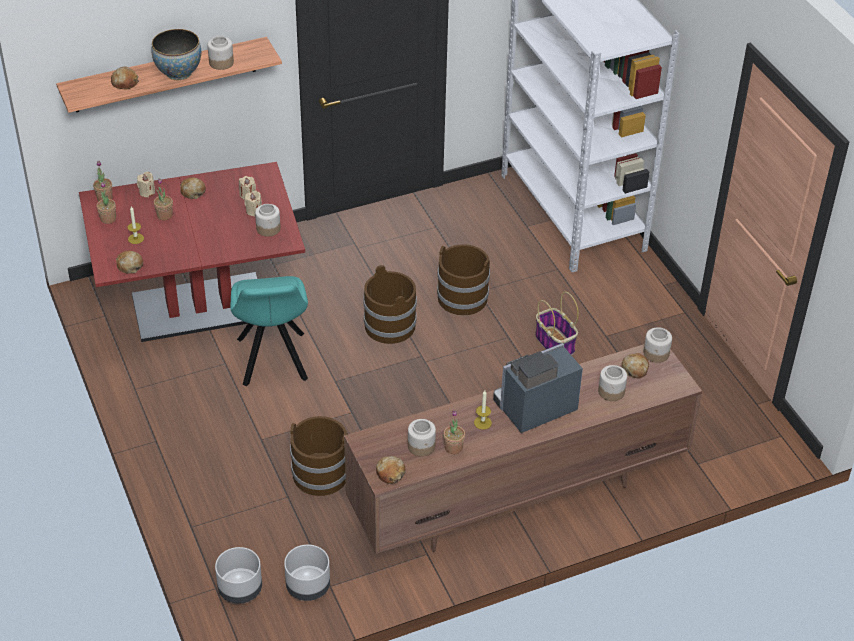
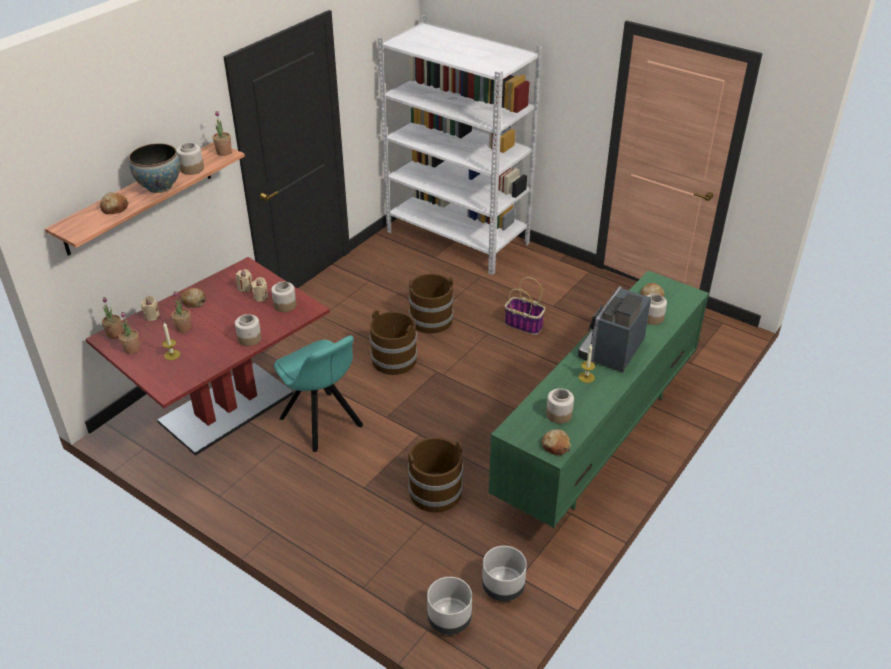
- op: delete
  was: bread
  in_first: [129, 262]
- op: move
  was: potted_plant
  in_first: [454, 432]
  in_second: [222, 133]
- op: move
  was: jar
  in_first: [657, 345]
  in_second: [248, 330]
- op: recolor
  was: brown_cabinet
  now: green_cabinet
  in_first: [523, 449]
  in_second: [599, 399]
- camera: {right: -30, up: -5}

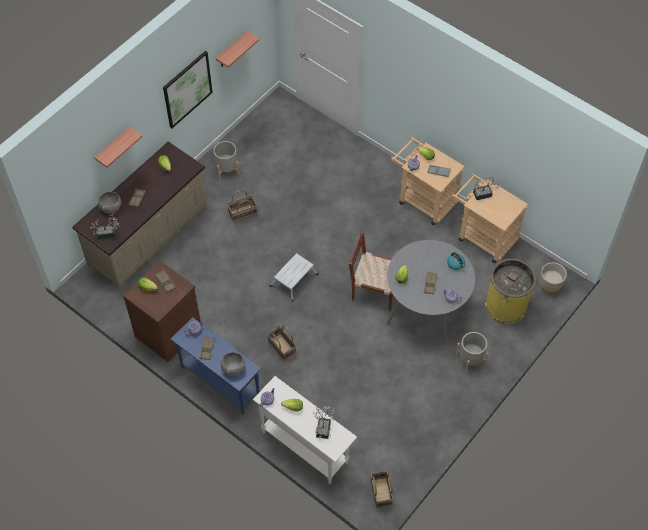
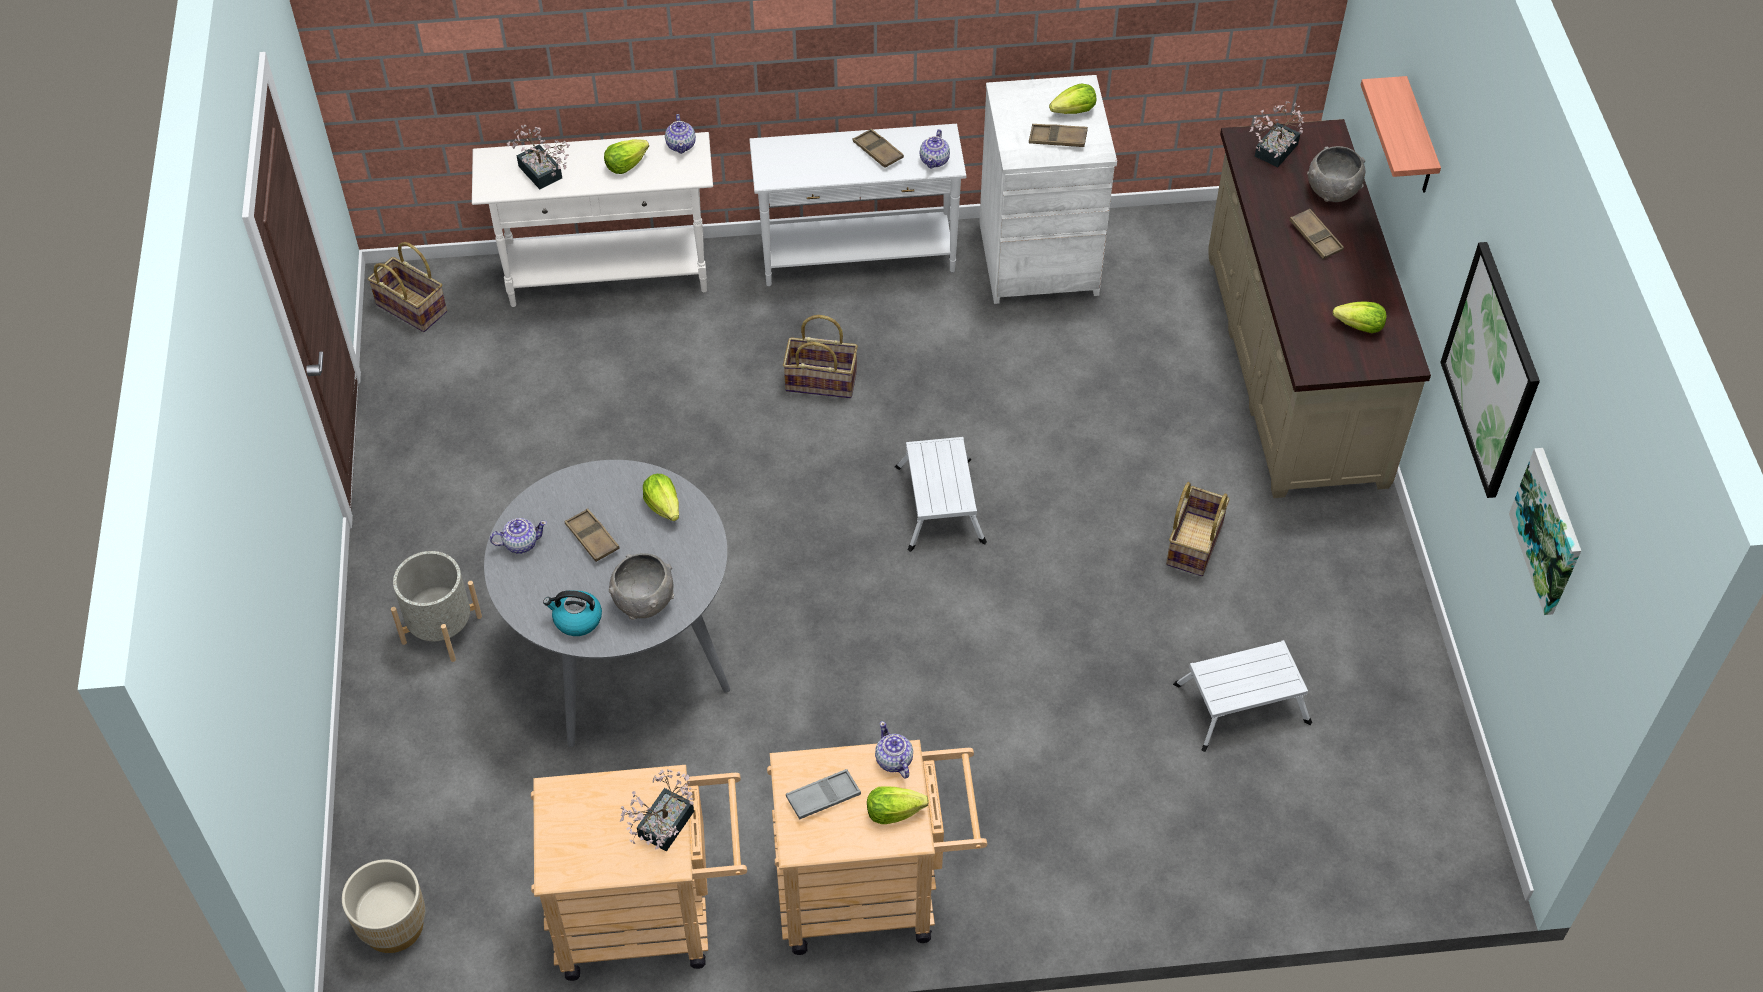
- op: delete
  was: grey_planter
  in_first: [226, 160]
- op: delete
  was: chair
  in_first: [371, 271]
- op: delete
  was: yellow_trash_can
  in_first: [510, 291]
- op: insert
  now: white_step_ladder
  in_second: [1242, 696]
- op: move
  was: grey_bowl
  in_first: [233, 363]
  in_second: [641, 586]
- op: replace
  was: shelf
  now: picture
  in_first: [237, 49]
  in_second: [1545, 531]
- op: recolor
  was: brown_dresser
  now: white_dresser
  in_first: [162, 311]
  in_second: [1048, 189]
- op: recolor
  was: blue_console_table
  now: white_console_table
  in_first: [215, 366]
  in_second: [857, 205]
- camera: {right: 135, up: -5}

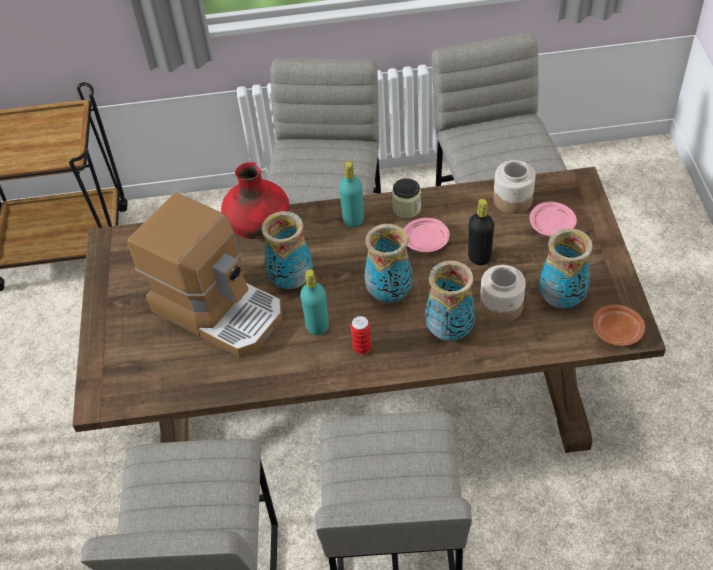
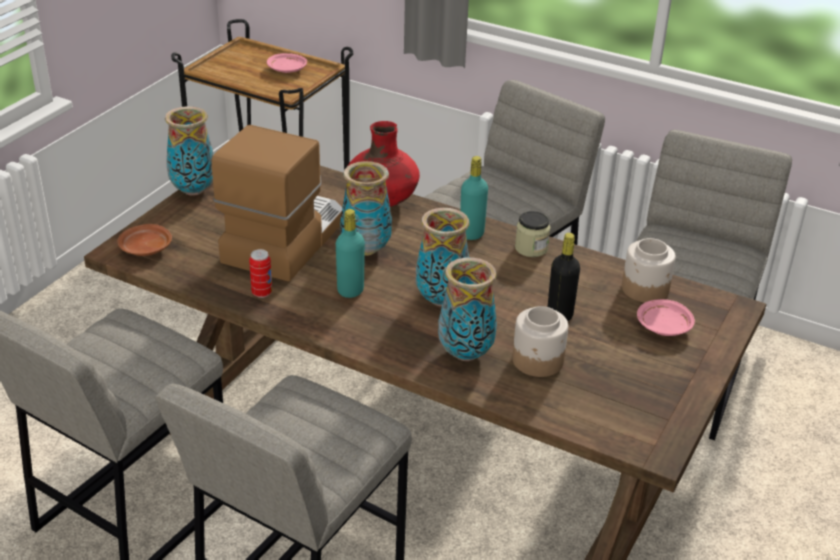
- op: move
  was: can
  in_first: [361, 335]
  in_second: [260, 273]
- op: move
  was: pink_plate
  in_first: [426, 235]
  in_second: [287, 63]
- op: move
  was: vase
  in_first: [566, 268]
  in_second: [189, 151]
- op: move
  was: brown_plate
  in_first: [619, 325]
  in_second: [144, 240]
- op: rotate
  was: coffee_machine
  in_first: [204, 275]
  in_second: [277, 203]
  clockwise: -135
- camera: {right: 30, up: -15}

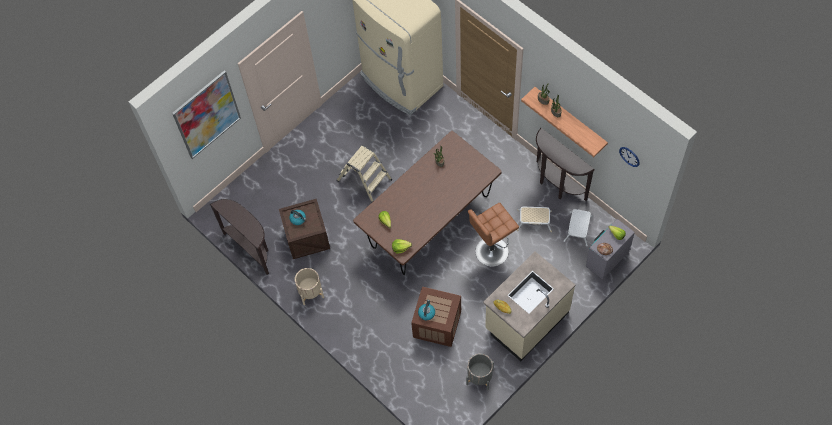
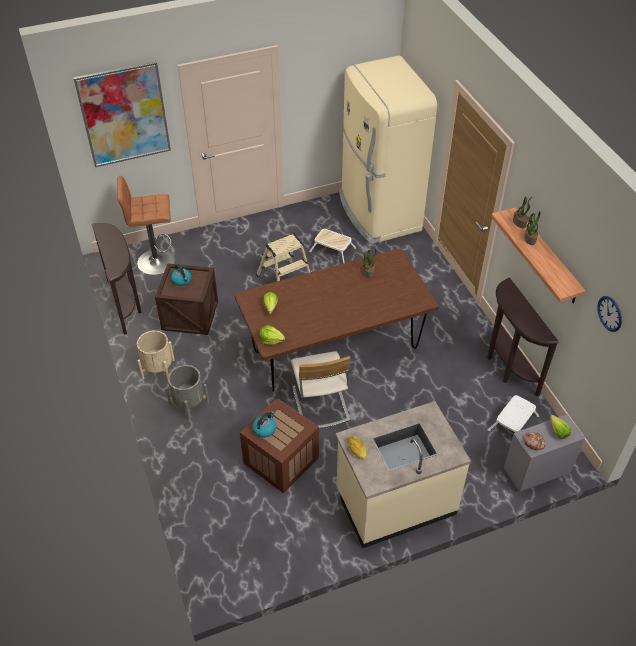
- op: insert
  now: beige_chair
  in_second: [320, 390]
- op: move
  was: grey_planter
  in_first: [480, 372]
  in_second: [187, 392]
- op: move
  was: brown_stool
  in_first: [493, 235]
  in_second: [146, 225]
- op: move
  was: beige_step_ladder
  in_first: [534, 219]
  in_second: [332, 246]
- camera: {right: 20, up: -15}

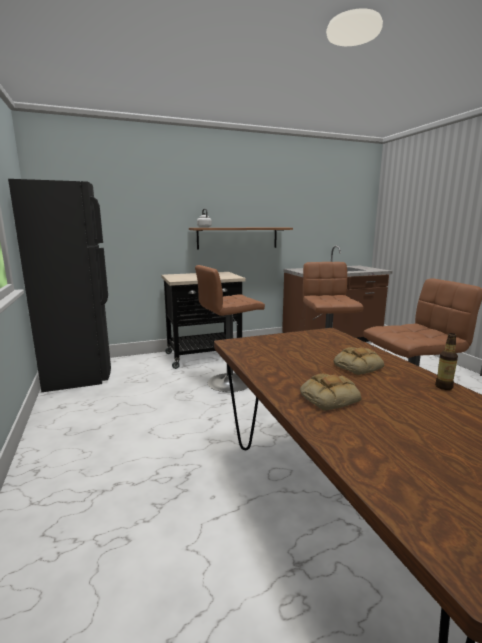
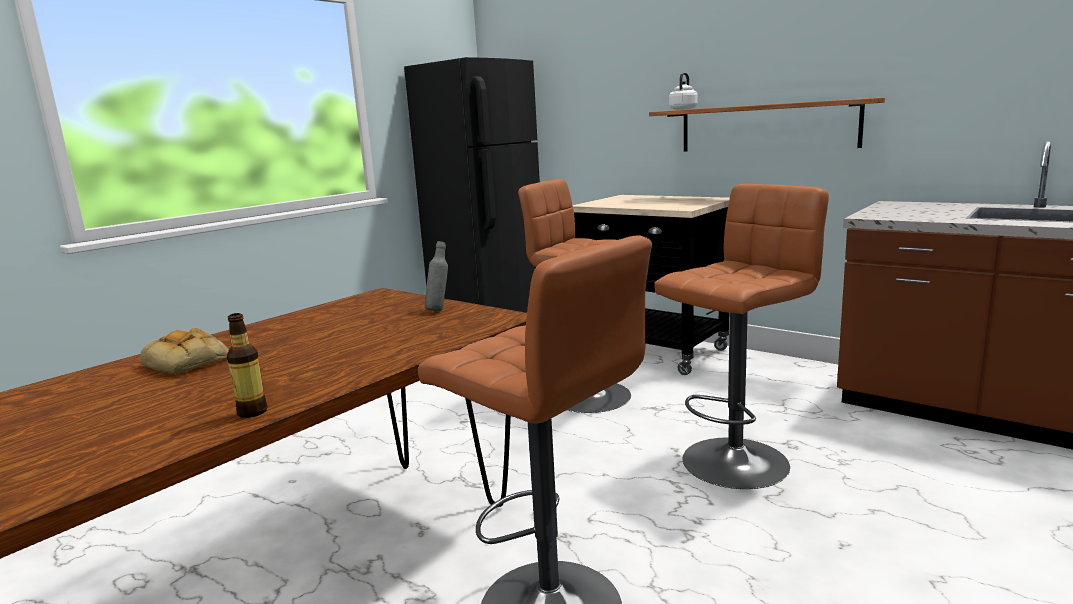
- op: delete
  was: bread
  in_first: [359, 361]
- op: insert
  now: grey_bottle
  in_second: [436, 276]
- camera: {right: 60, up: 0}

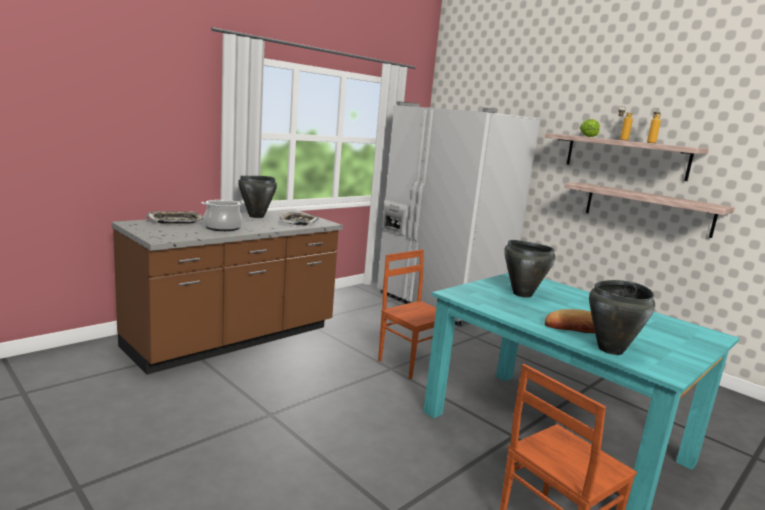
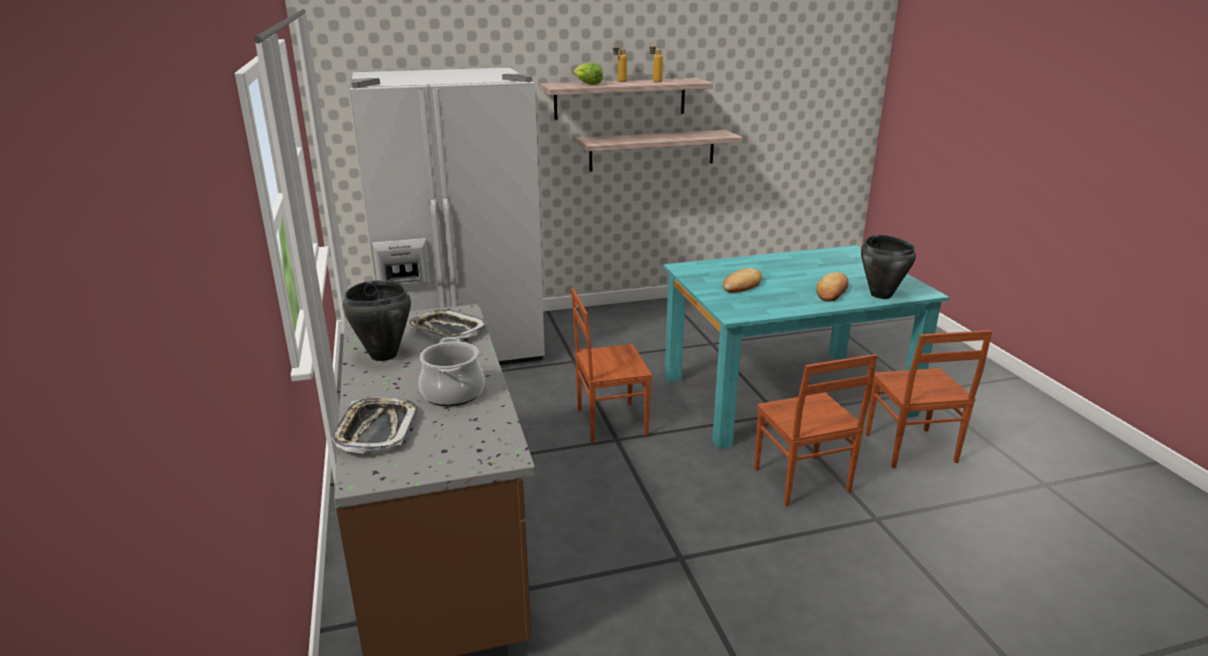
- op: insert
  now: brown_chair
  in_second: [816, 430]
- op: replace
  was: black_cooking_pot
  now: bread
  in_first: [530, 269]
  in_second: [742, 280]
- camera: {right: -60, up: 10}

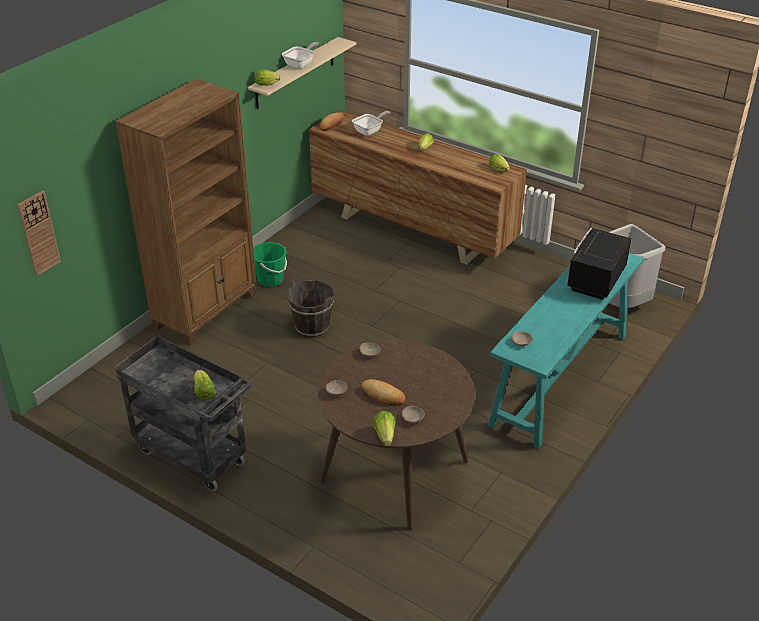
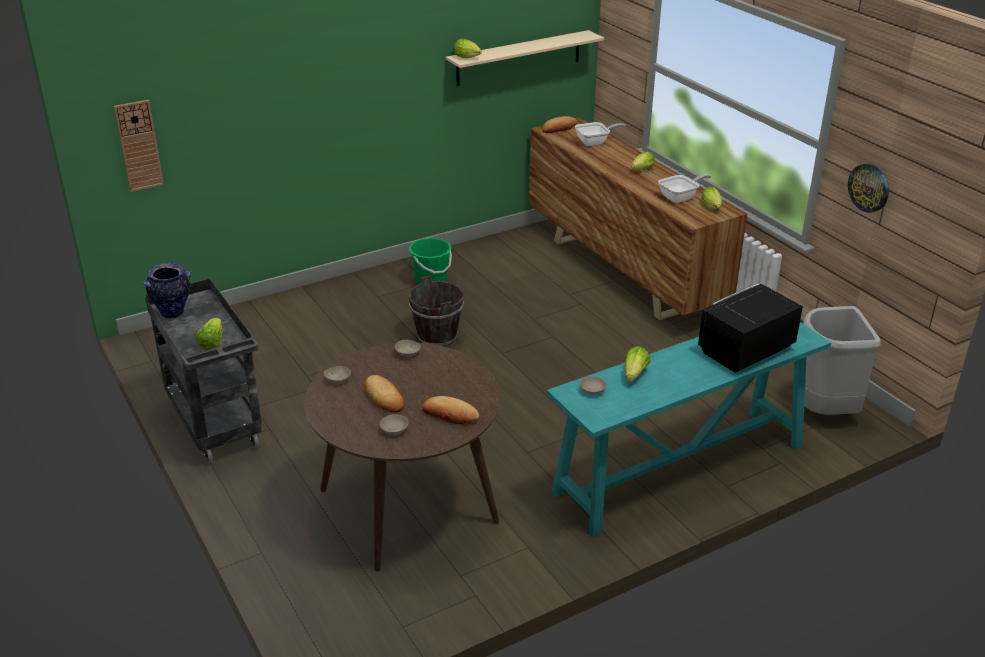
- op: delete
  was: brown_bookcase
  in_first: [186, 212]
- op: insert
  now: vase
  in_second: [167, 291]
- op: insert
  now: bread
  in_second: [450, 410]
- op: insert
  now: wall_clock
  in_second: [868, 188]
- op: move
  was: frying_pan
  in_first: [300, 55]
  in_second: [684, 188]
- op: move
  was: lettuce
  in_first: [385, 428]
  in_second: [637, 364]
- camera: {right: 25, up: -5}

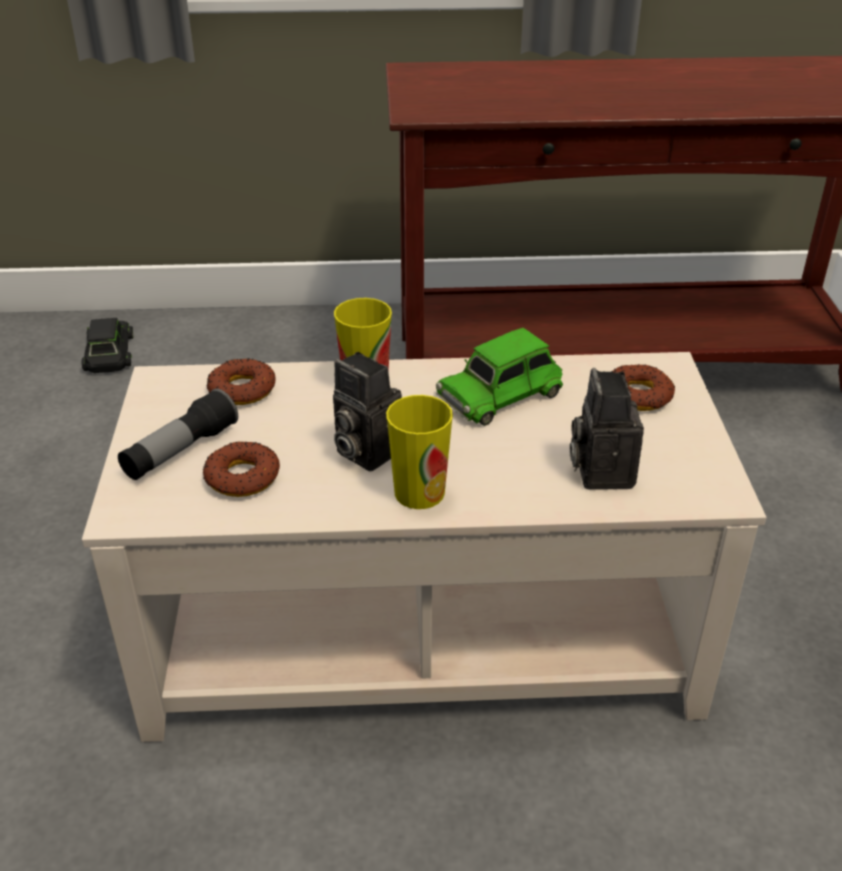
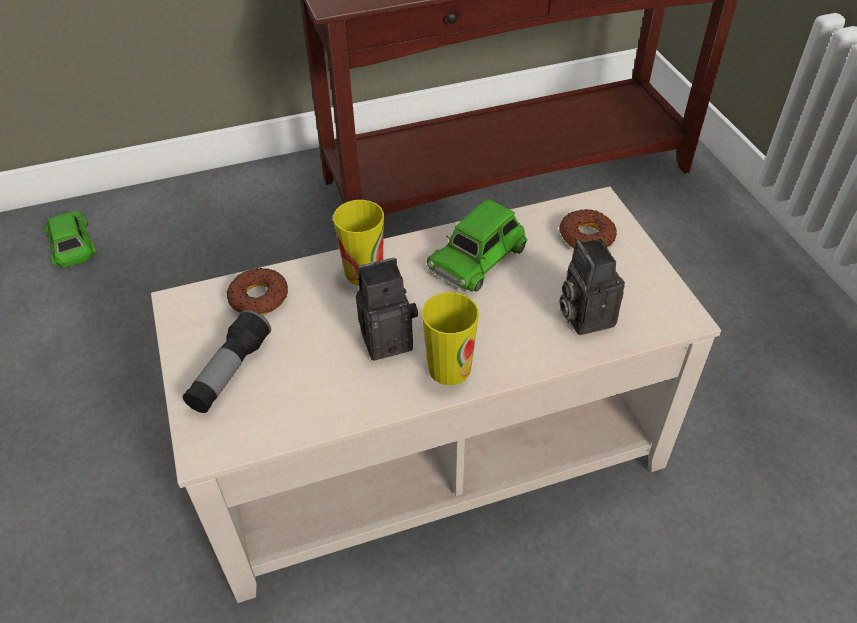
- op: delete
  was: donut
  in_first: [241, 469]
- op: recolor
  was: black_toy_car
  now: green_toy_car
  in_first: [107, 345]
  in_second: [70, 239]
- op: rotate
  was: photo_camera
  in_first: [367, 411]
  in_second: [387, 309]
  clockwise: 135
- camera: {right: -15, up: 10}

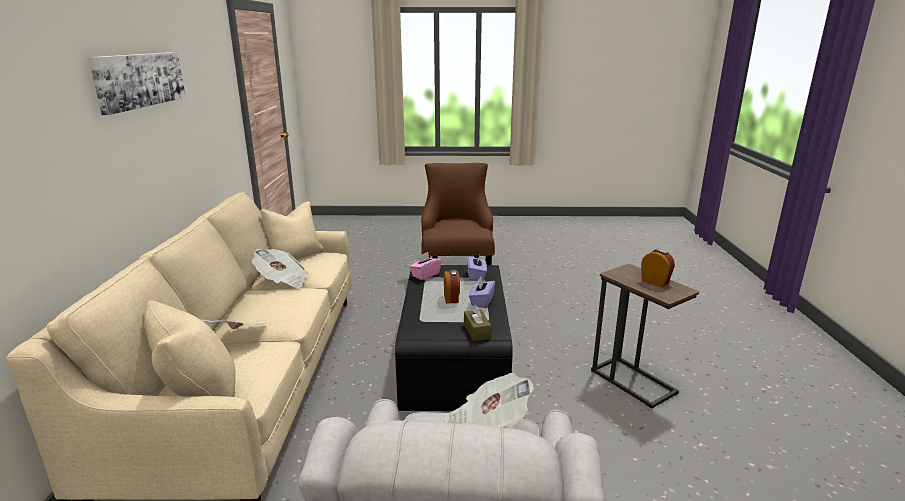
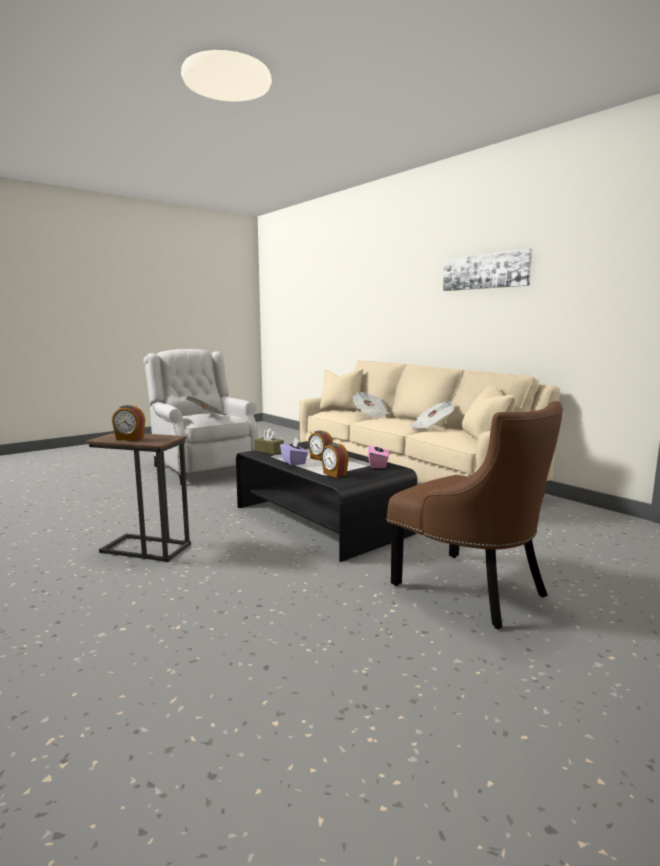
- op: replace
  was: purple_tissue_box
  now: alarm_clock
  in_first: [477, 268]
  in_second: [335, 460]
- camera: {right: 140, up: -10}

